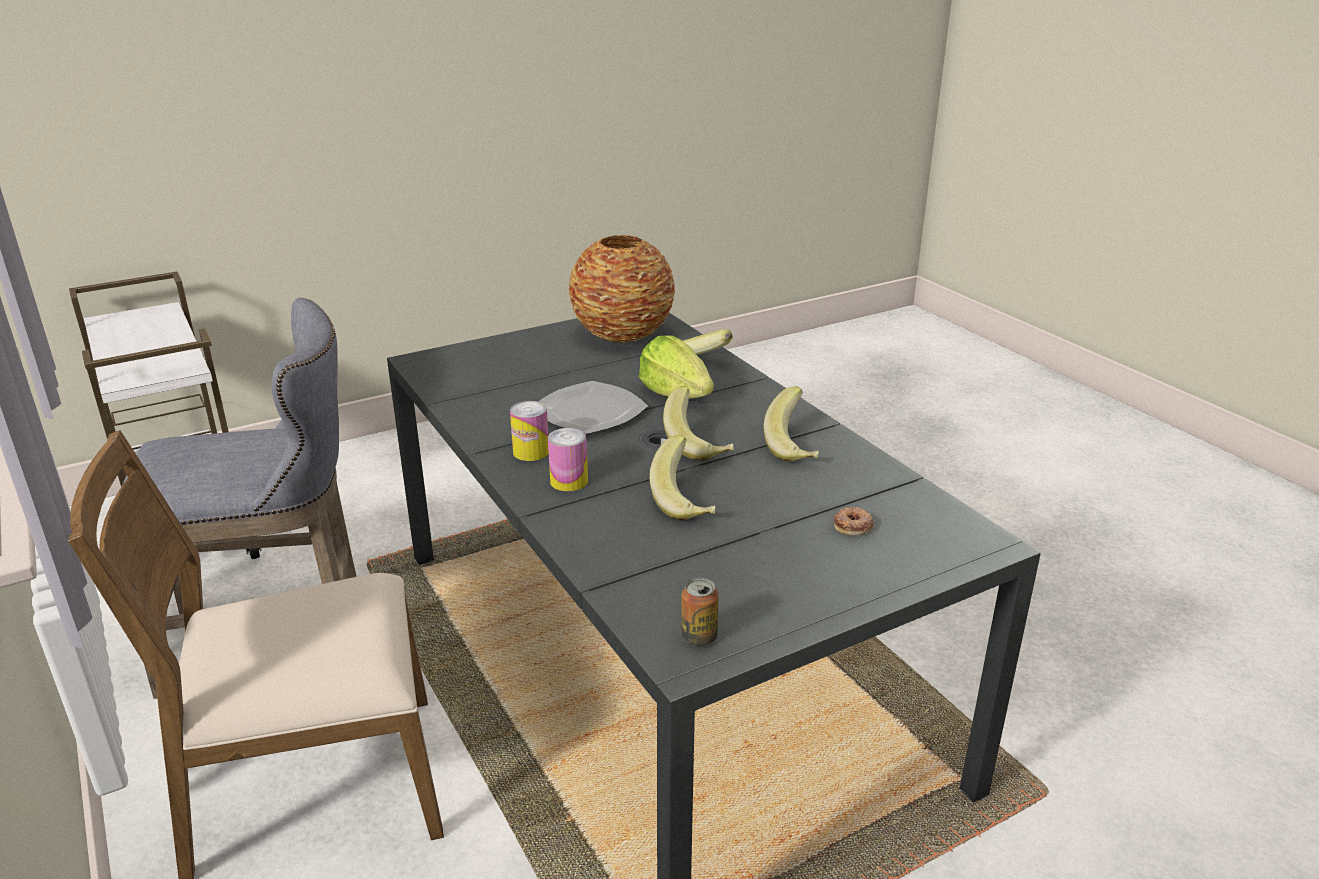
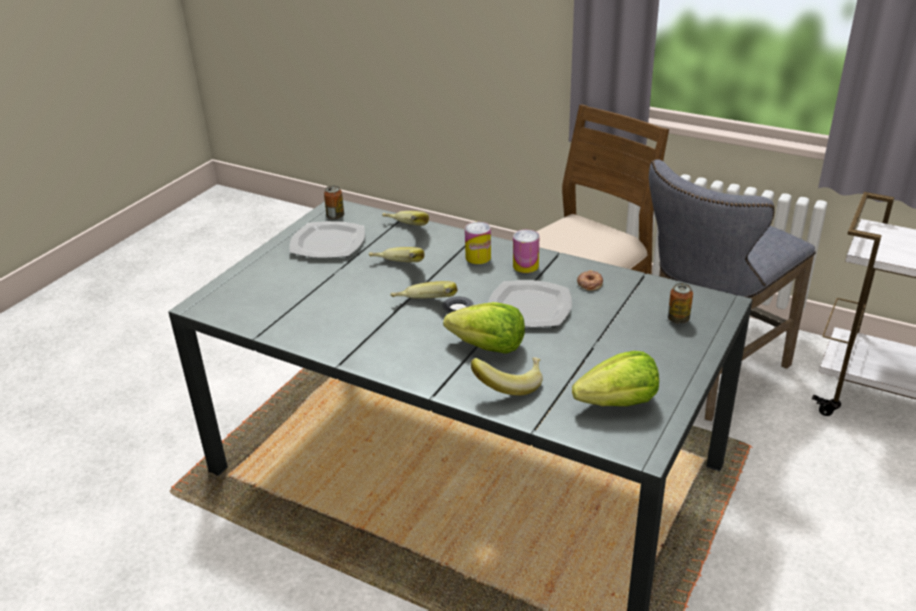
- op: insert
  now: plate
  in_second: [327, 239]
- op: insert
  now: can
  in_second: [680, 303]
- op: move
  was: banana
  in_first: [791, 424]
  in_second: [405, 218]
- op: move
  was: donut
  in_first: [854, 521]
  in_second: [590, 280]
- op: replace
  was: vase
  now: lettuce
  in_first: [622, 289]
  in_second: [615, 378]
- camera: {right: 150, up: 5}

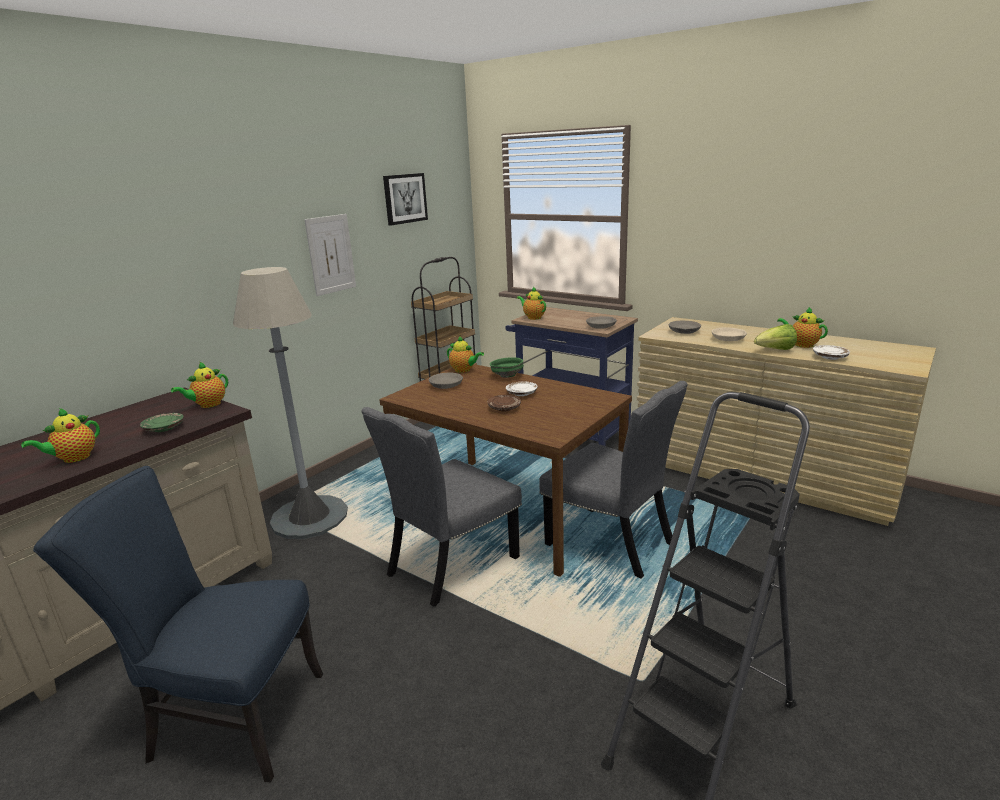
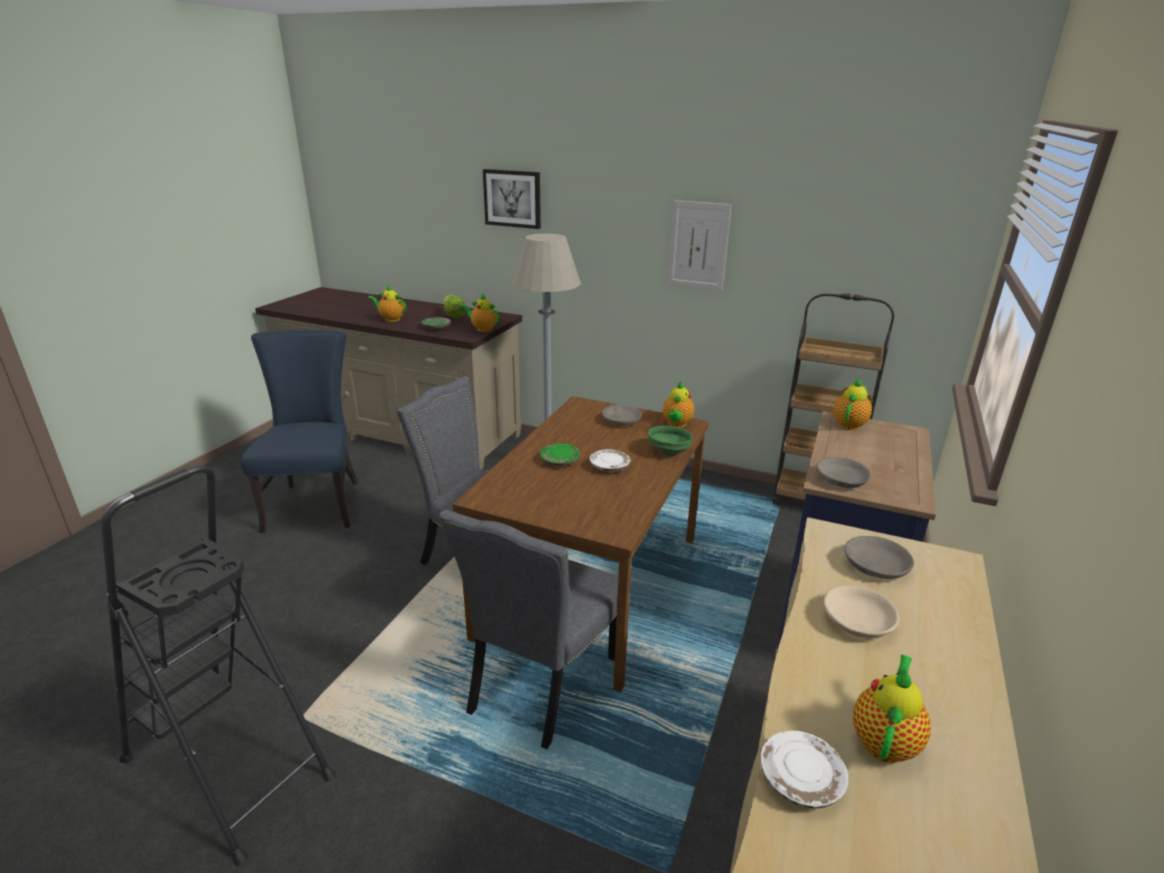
- op: move
  was: picture
  in_first: [405, 199]
  in_second: [512, 199]
- op: move
  was: lettuce
  in_first: [775, 337]
  in_second: [454, 306]
- op: recolor
  was: brown_plate
  now: green_plate
  in_first: [504, 403]
  in_second: [560, 454]
- camera: {right: 75, up: 5}

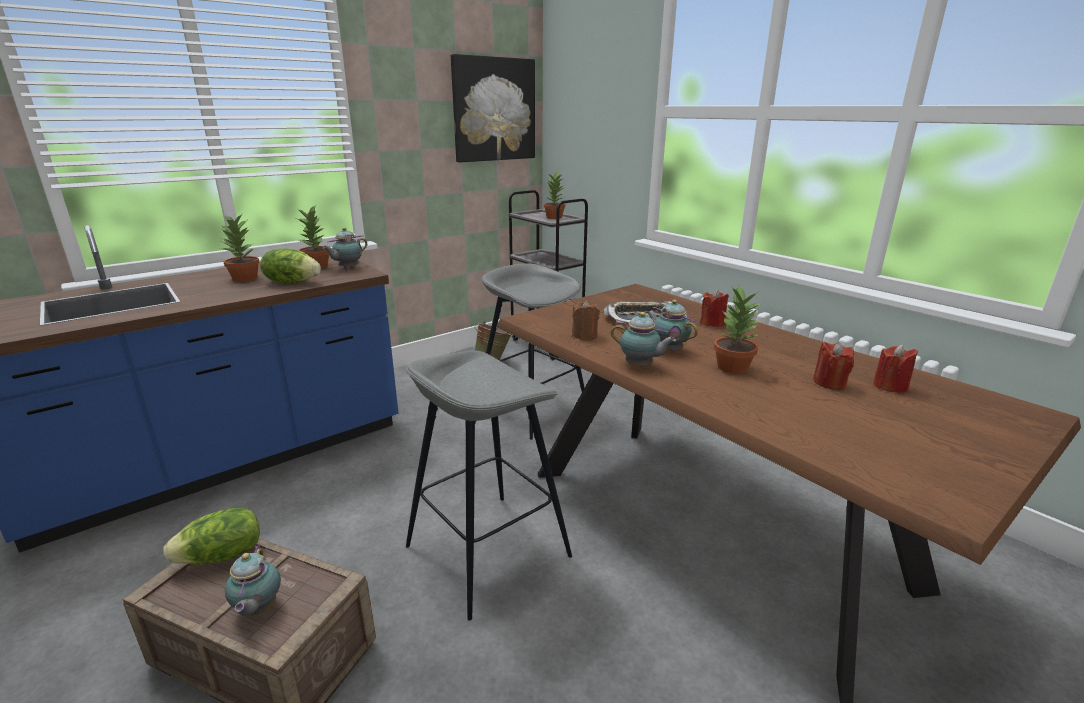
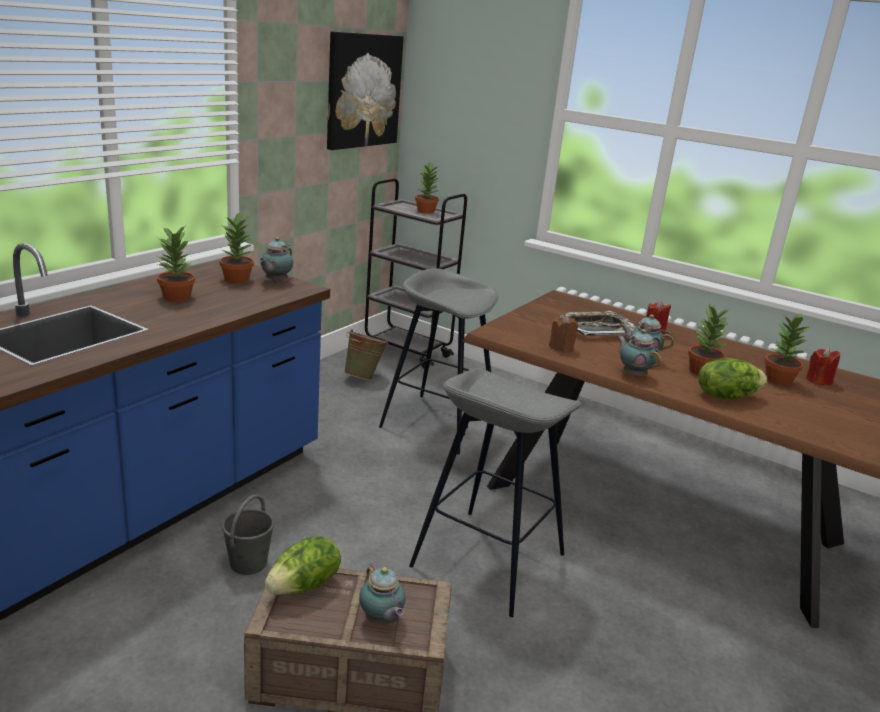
- op: insert
  now: grey_bucket
  in_second: [248, 534]
- op: move
  was: lettuce
  in_first: [290, 265]
  in_second: [732, 378]
- op: replace
  was: red_candle
  now: potted_plant
  in_first: [833, 366]
  in_second: [788, 349]
- op: rotate
  was: teapot
  in_first: [643, 339]
  in_second: [639, 353]
  clockwise: -135
- camera: {right: -20, up: 0}

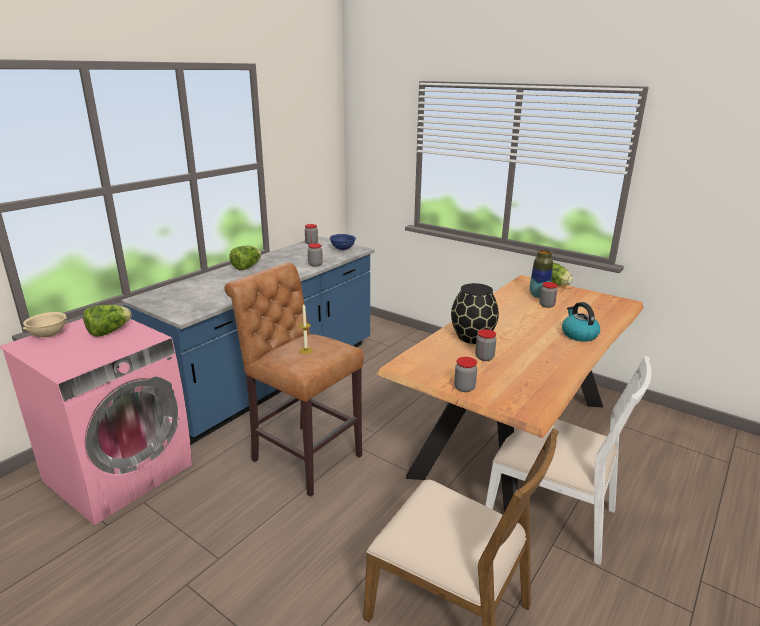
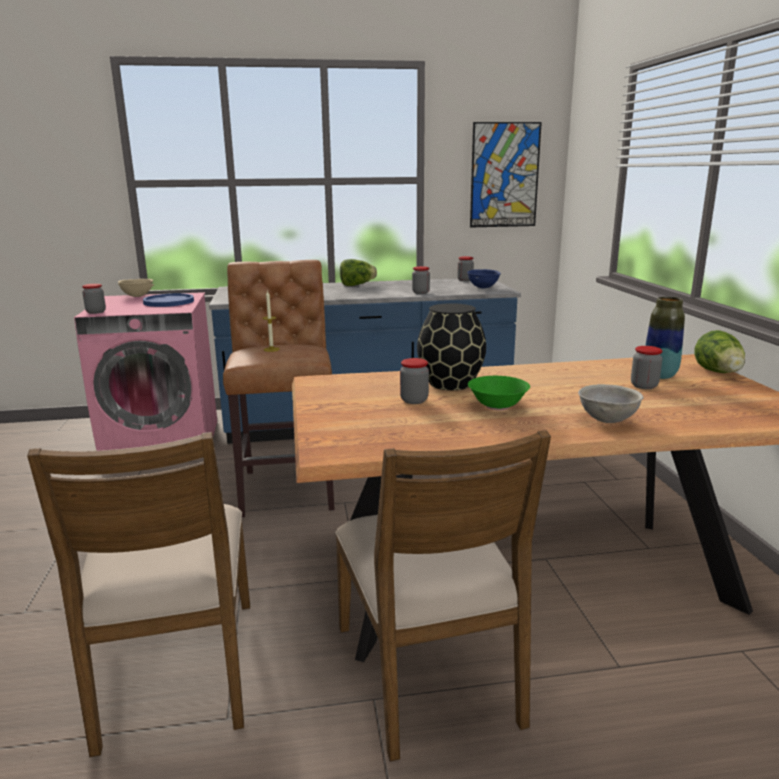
- op: insert
  now: green_bowl
  in_second: [499, 393]
- op: insert
  now: picture
  in_second: [506, 175]
- op: move
  was: jar
  in_first: [465, 374]
  in_second: [94, 299]
- op: replace
  was: lettuce
  now: blue_plate
  in_first: [107, 321]
  in_second: [168, 300]
- op: replace
  was: kettle
  now: grey_bowl
  in_first: [581, 322]
  in_second: [610, 403]
- op: recolor
  was: white_chair
  now: brown_chair
  in_first: [568, 460]
  in_second: [443, 596]
- camera: {right: 45, up: -5}

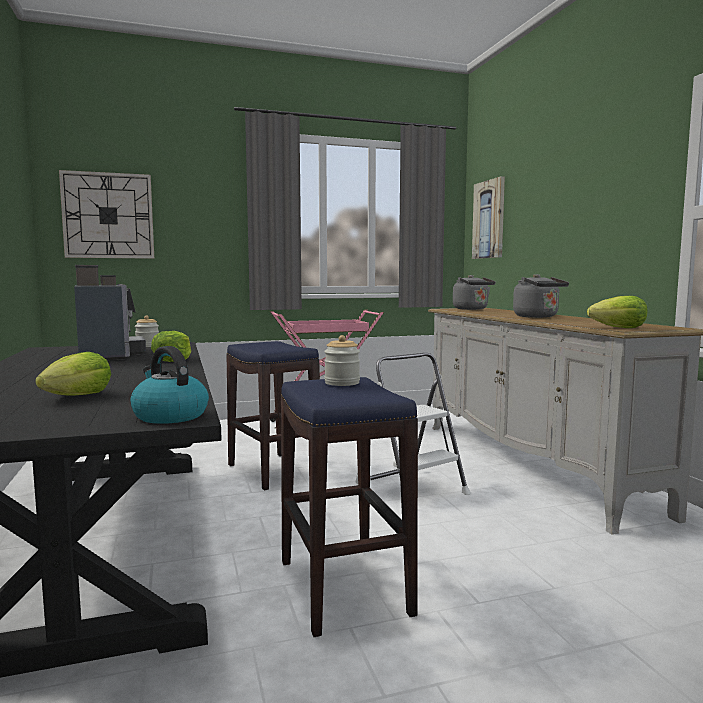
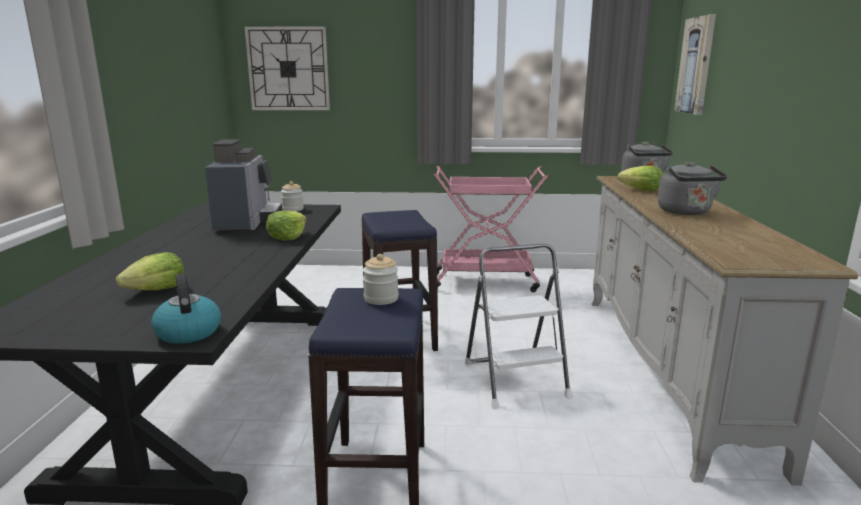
- op: move
  was: lettuce
  in_first: [617, 312]
  in_second: [640, 179]
- camera: {right: 20, up: 10}

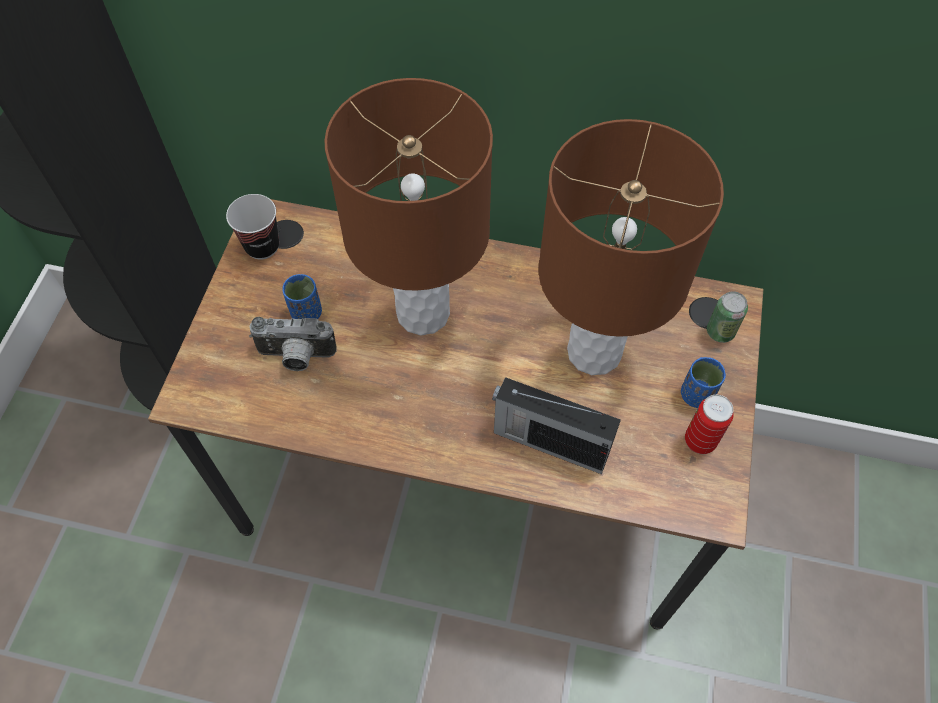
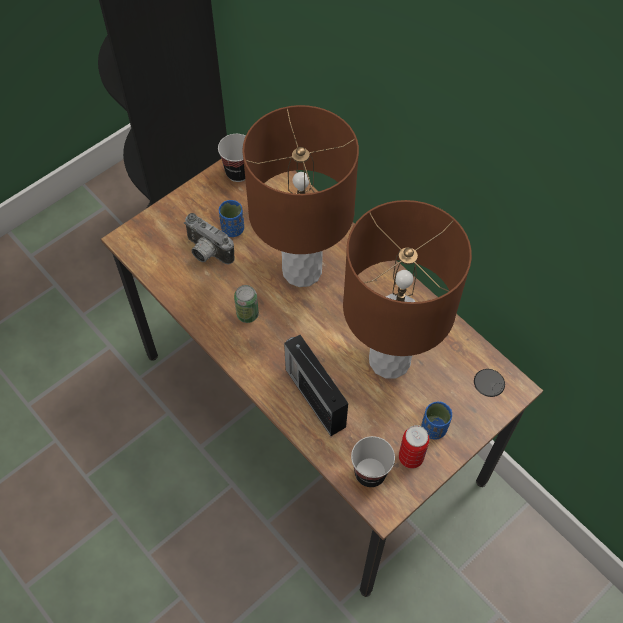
- op: insert
  now: cup
  in_second: [373, 461]
- op: move
  was: can
  in_first: [727, 317]
  in_second: [246, 304]
- camera: {right: 35, up: 0}

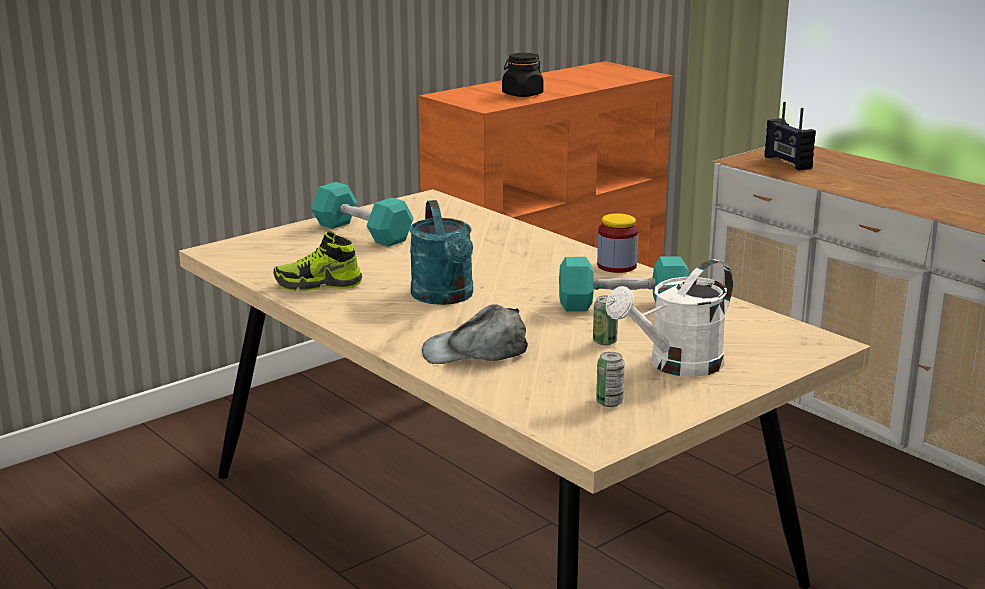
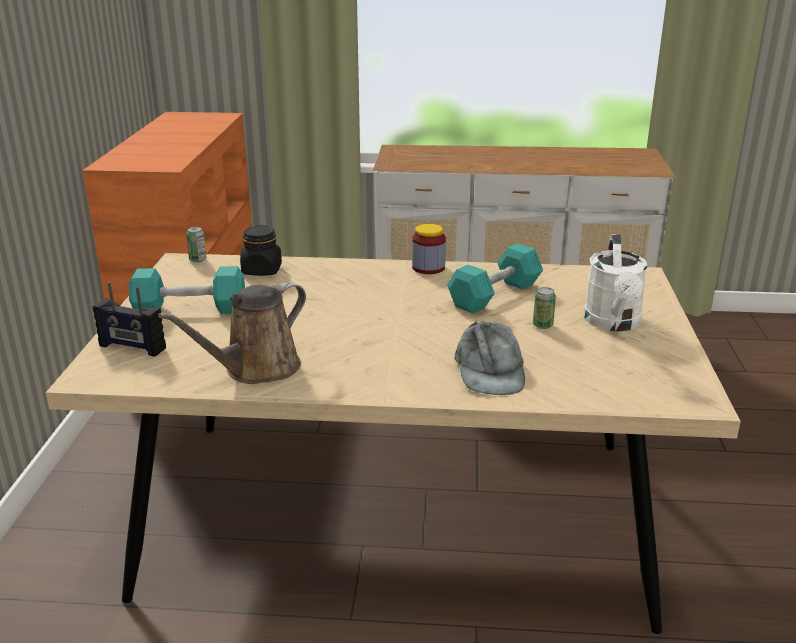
- op: delete
  was: turquoise_watering_can
  in_first: [441, 252]
- op: move
  was: black_jar
  in_first: [523, 75]
  in_second: [261, 250]
- op: move
  was: can
  in_first: [610, 379]
  in_second: [196, 244]
- op: move
  was: radio
  in_first: [790, 136]
  in_second: [129, 319]
- op: replace
  was: shoe
  now: brown_watering_can
  in_first: [317, 261]
  in_second: [232, 333]
- op: rotate
  was: grey_cap
  in_first: [475, 334]
  in_second: [489, 358]
  clockwise: -45
- camera: {right: -45, up: 5}

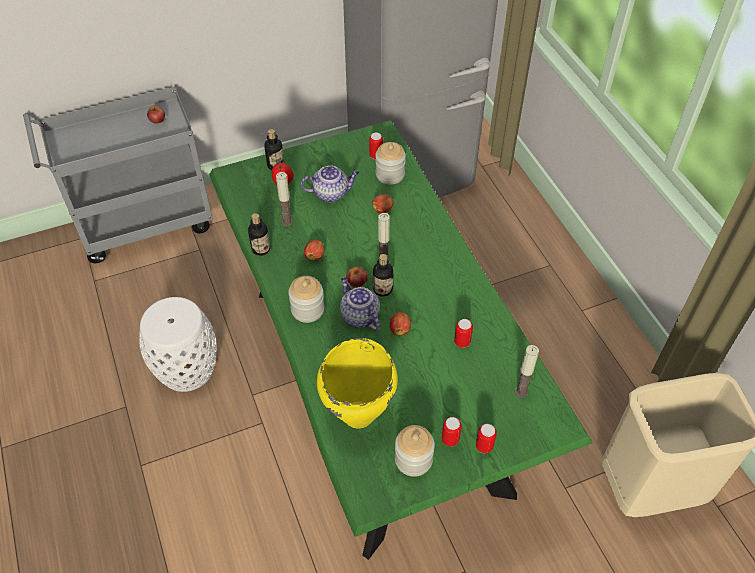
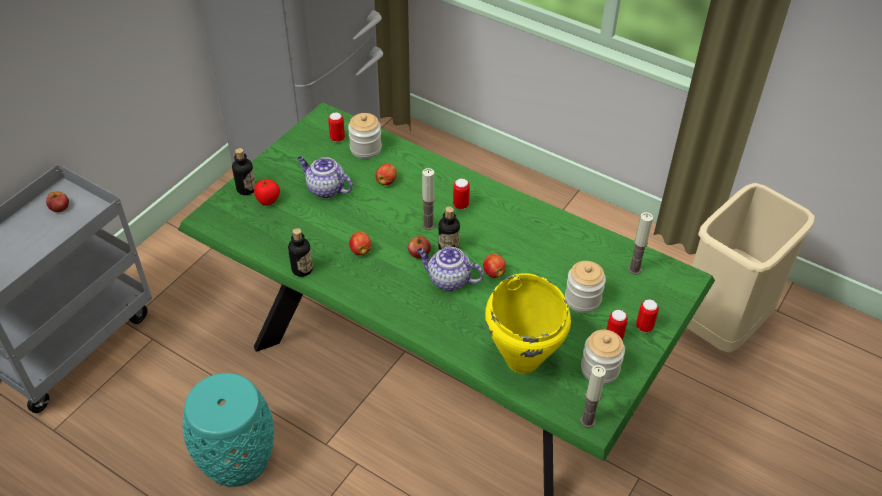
- op: move
  was: candle
  in_first: [284, 199]
  in_second: [593, 396]
- op: move
  was: jar
  in_first: [306, 299]
  in_second: [585, 287]
- op: move
  was: can
  in_first: [463, 333]
  in_second: [461, 193]
- op: recolor
  was: white_stool
  now: turquoise_stool
  in_first: [178, 344]
  in_second: [228, 430]
- op: rotate
  was: teapot
  in_first: [330, 184]
  in_second: [325, 177]
  clockwise: -105
- camera: {right: -35, up: -5}

